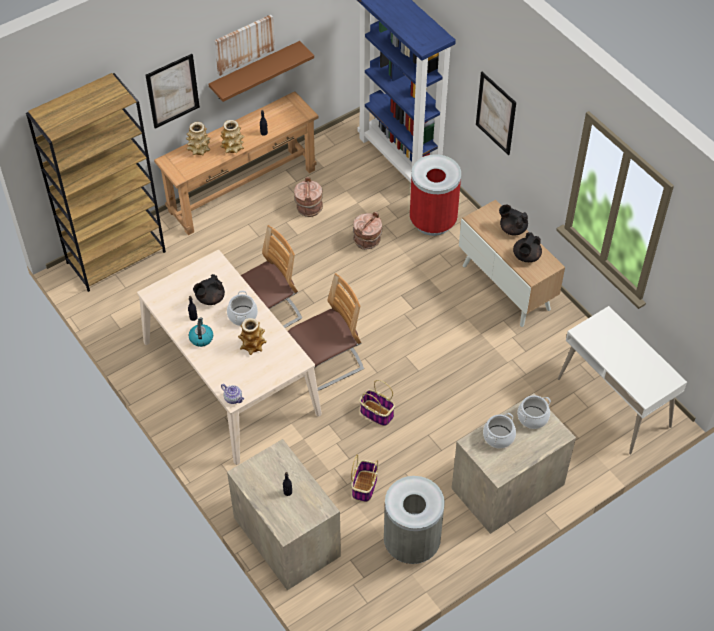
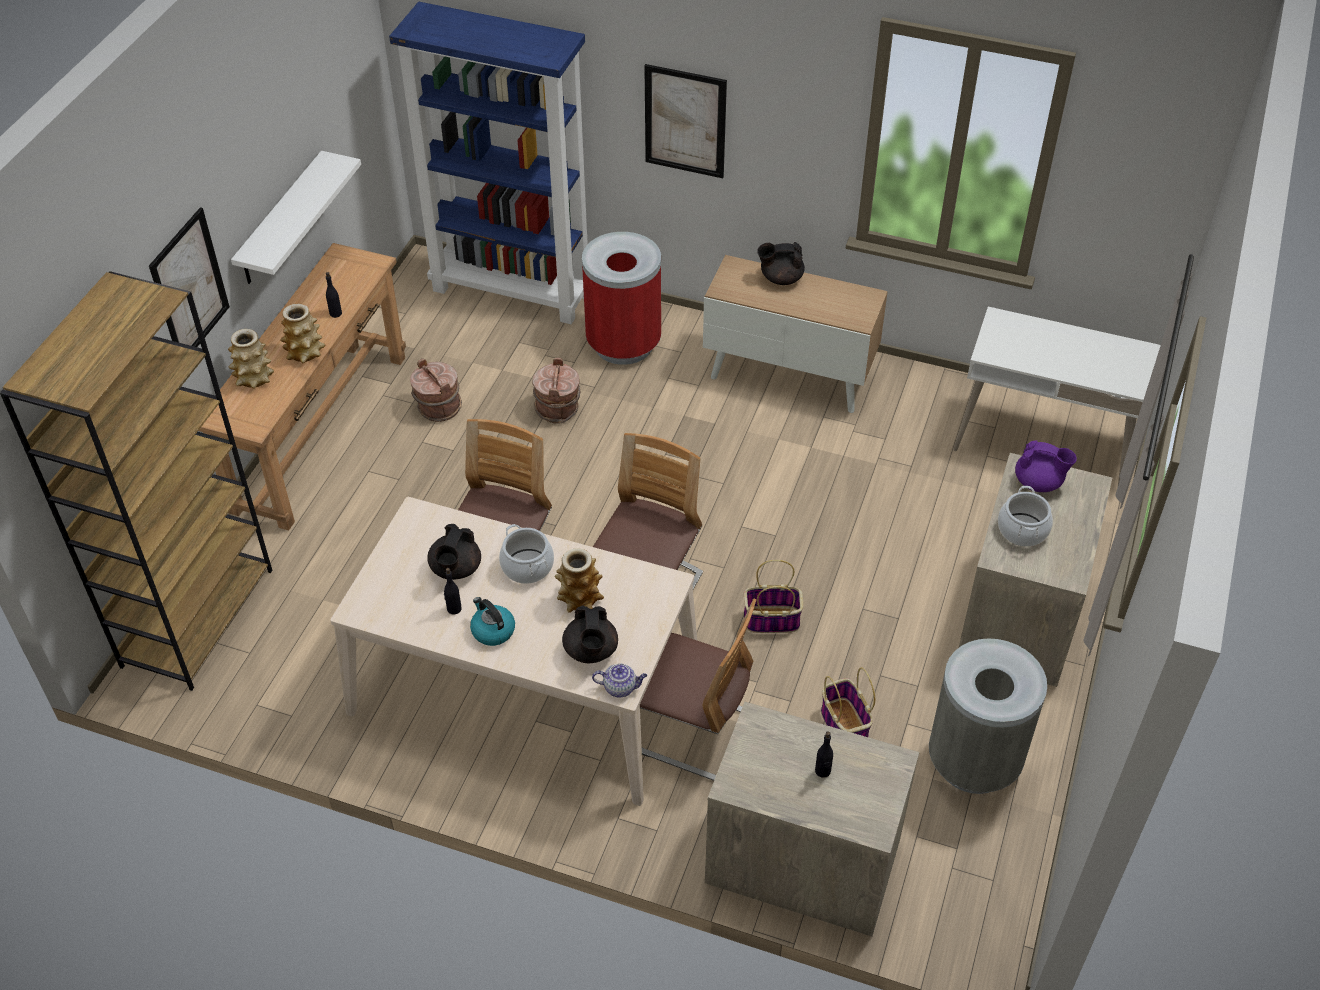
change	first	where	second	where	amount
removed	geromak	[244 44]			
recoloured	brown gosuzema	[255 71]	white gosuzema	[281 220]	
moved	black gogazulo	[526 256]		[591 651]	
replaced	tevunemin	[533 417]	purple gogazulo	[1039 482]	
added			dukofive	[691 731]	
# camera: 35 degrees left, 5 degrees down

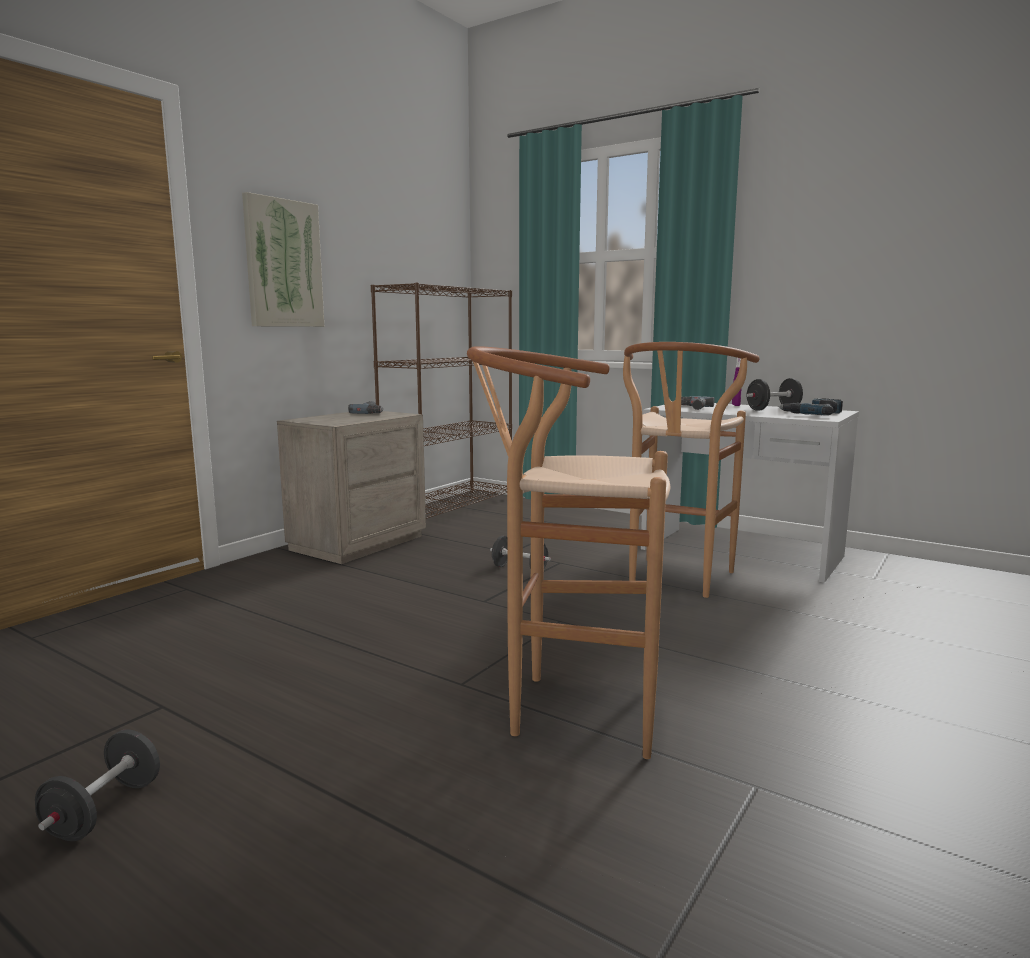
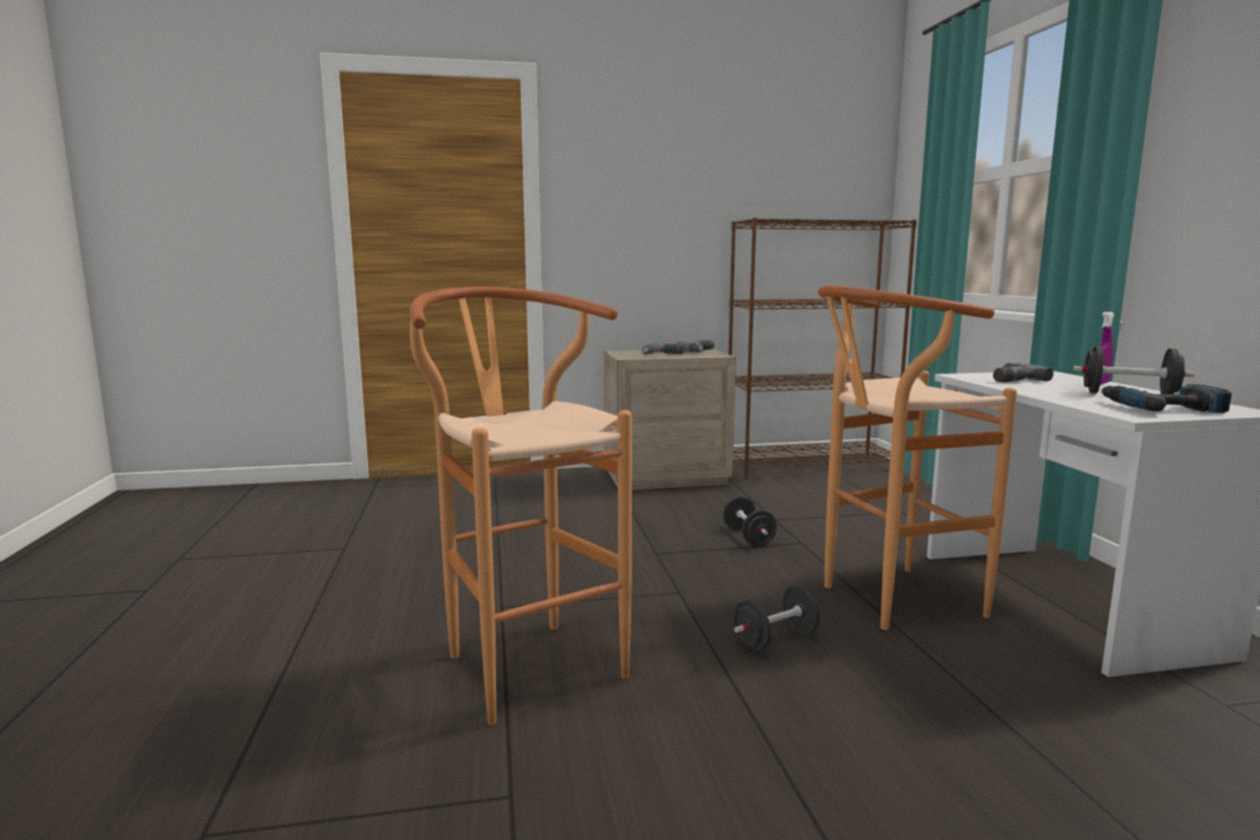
change	first	where	second	where	amount
removed	geromak	[283 264]			
moved	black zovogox	[104 810]		[775 639]	
added			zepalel	[663 354]	
# camera: 45 degrees right, 0 degrees up

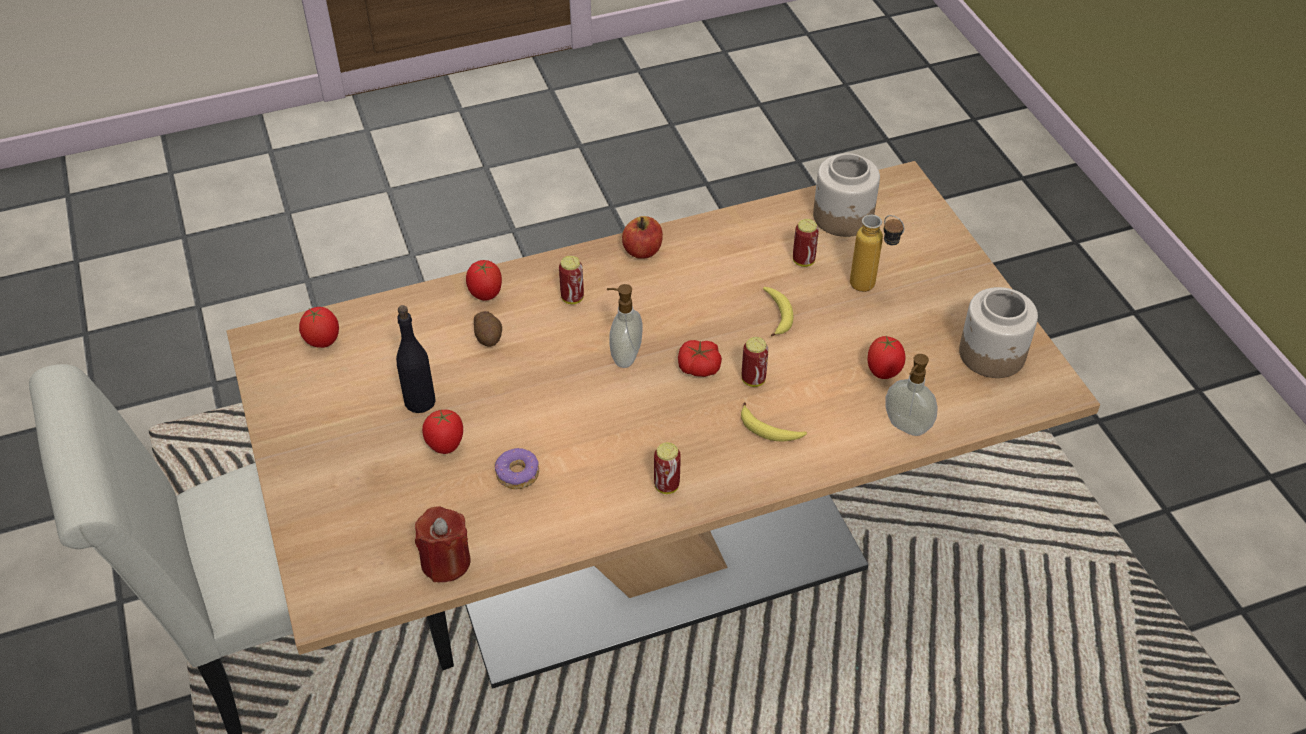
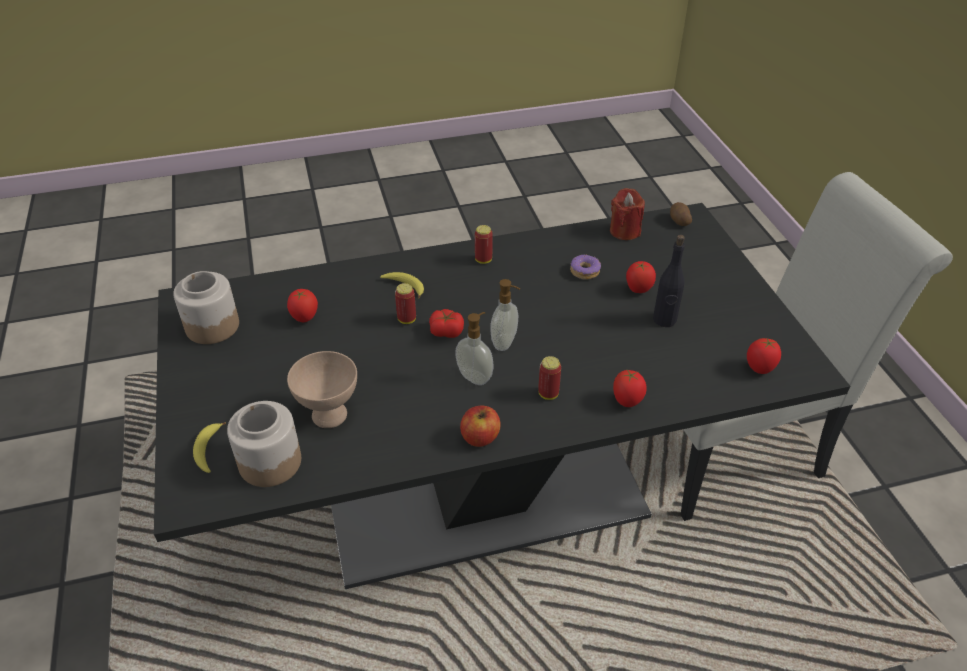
change	first	where	second	where	amount
recoloured	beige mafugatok	[653 553]	black mafugatok	[483 493]	
removed	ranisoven	[871 288]			
replaced	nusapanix	[803 261]	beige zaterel	[329 416]	
moved	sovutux	[777 315]		[208 451]	
moved	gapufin	[489 337]		[679 221]	
moved	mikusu	[906 427]		[475 376]	
# camera: 175 degrees left, 5 degrees down

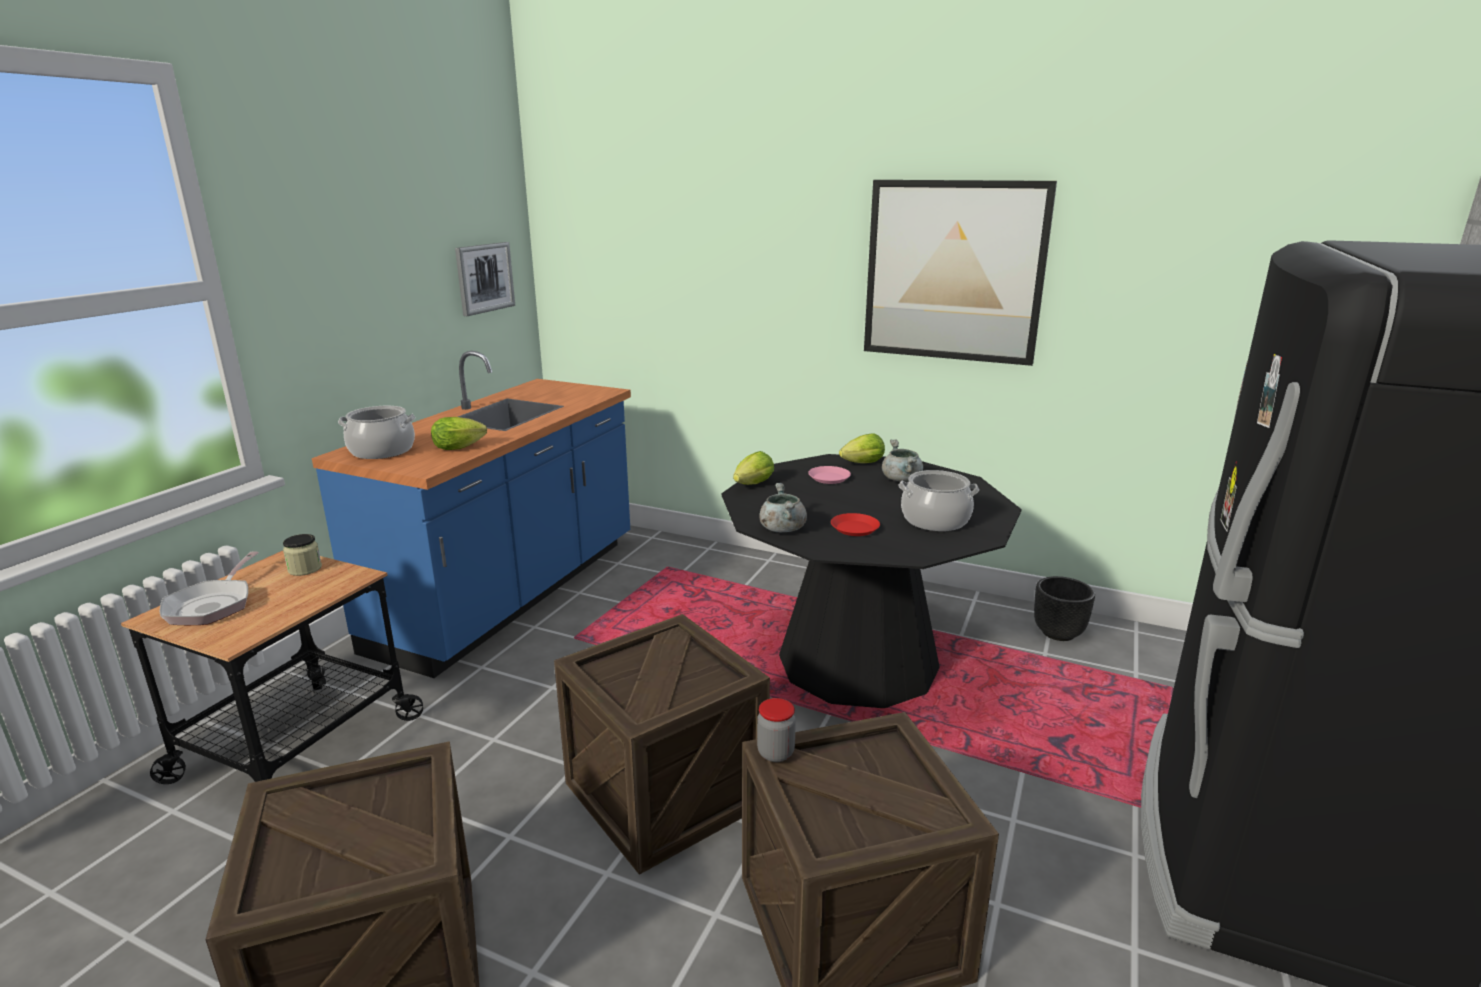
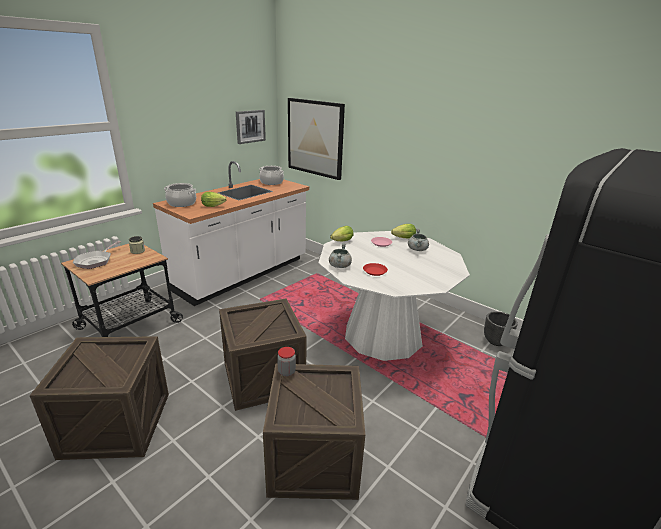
change	first	where	second	where	amount
moved	geromak	[954 271]		[315 138]	
recoloured	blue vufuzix	[512 595]	white vufuzix	[243 274]	
recoloured	black mafugatok	[858 662]	white mafugatok	[383 335]	
moved	tevunemin	[935 520]		[271 182]	
# camera: 15 degrees right, 5 degrees up

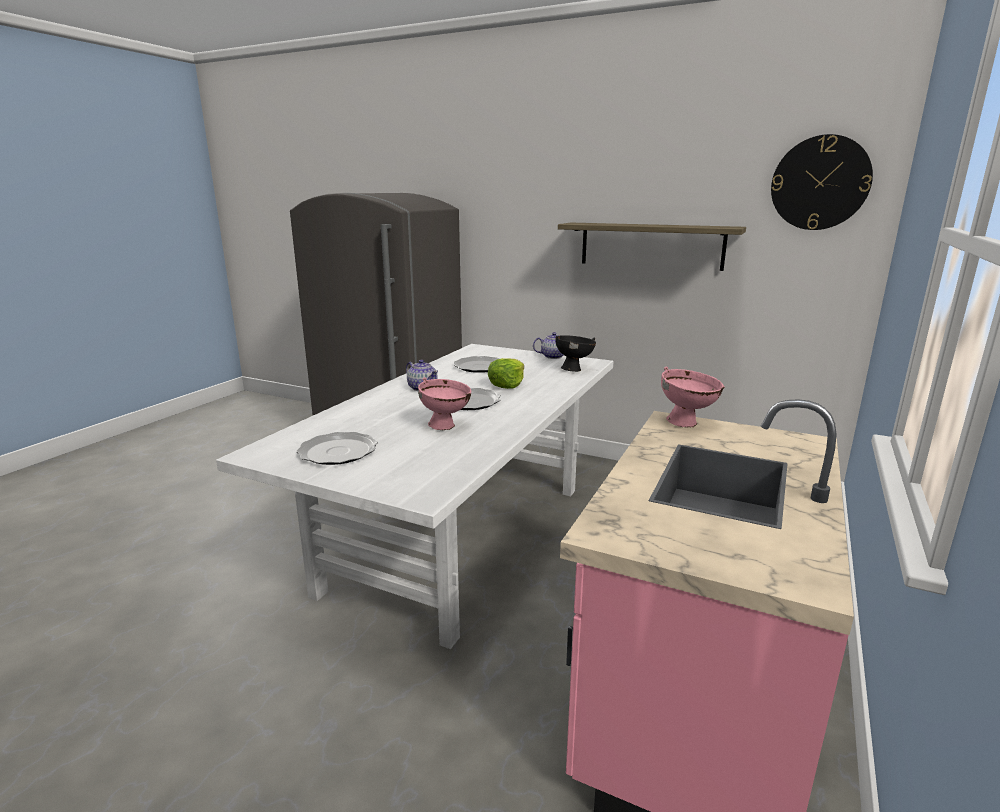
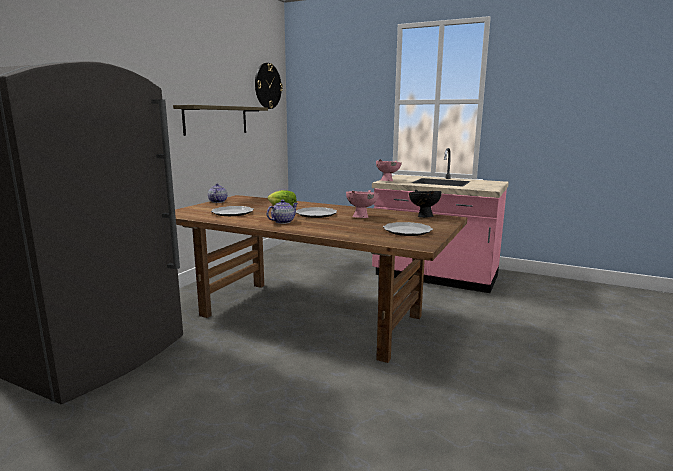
change	first	where	second	where	amount
moved	black zaterel	[575 369]		[423 216]	
recoloured	white mafugatok	[462 535]	brown mafugatok	[308 316]	
# camera: 90 degrees left, 5 degrees down

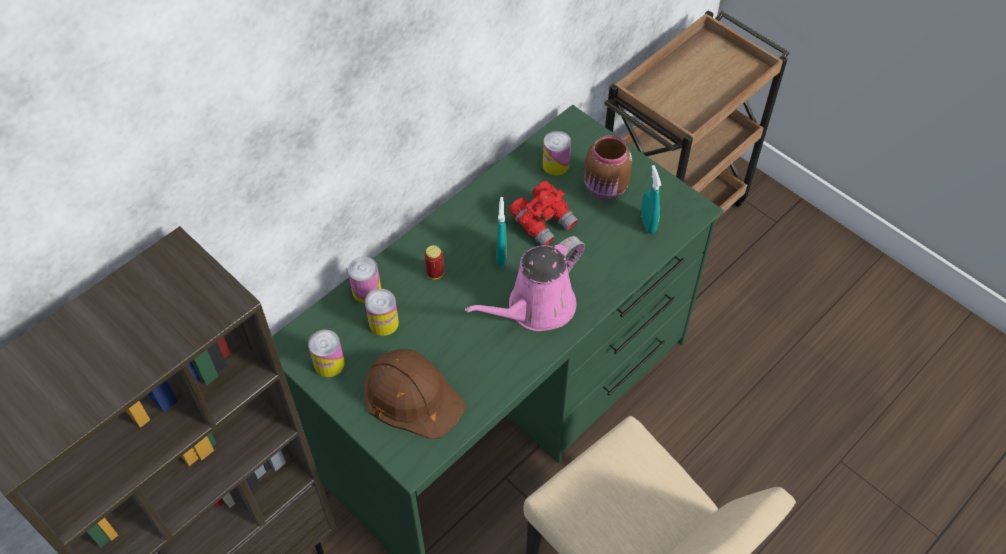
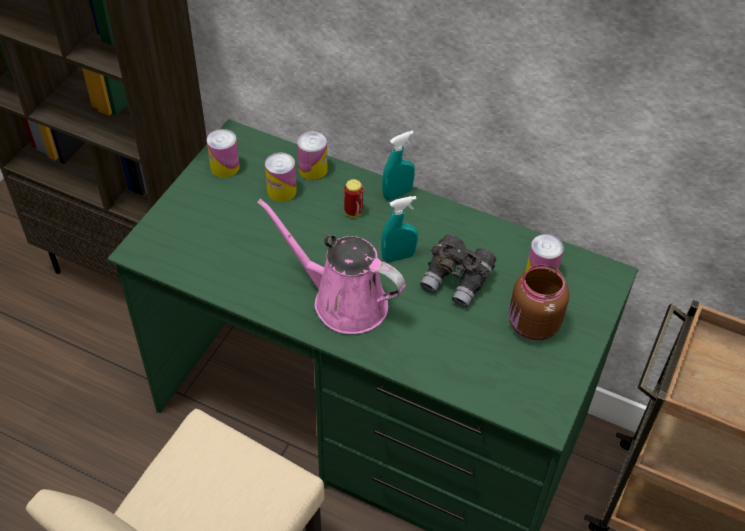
change	first	where	second	where	amount
moved	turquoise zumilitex	[648 223]		[397 194]	
recoloured	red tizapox	[543 222]	grey tizapox	[457 281]	
removed	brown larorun	[412 395]			
# camera: 70 degrees right, 5 degrees down

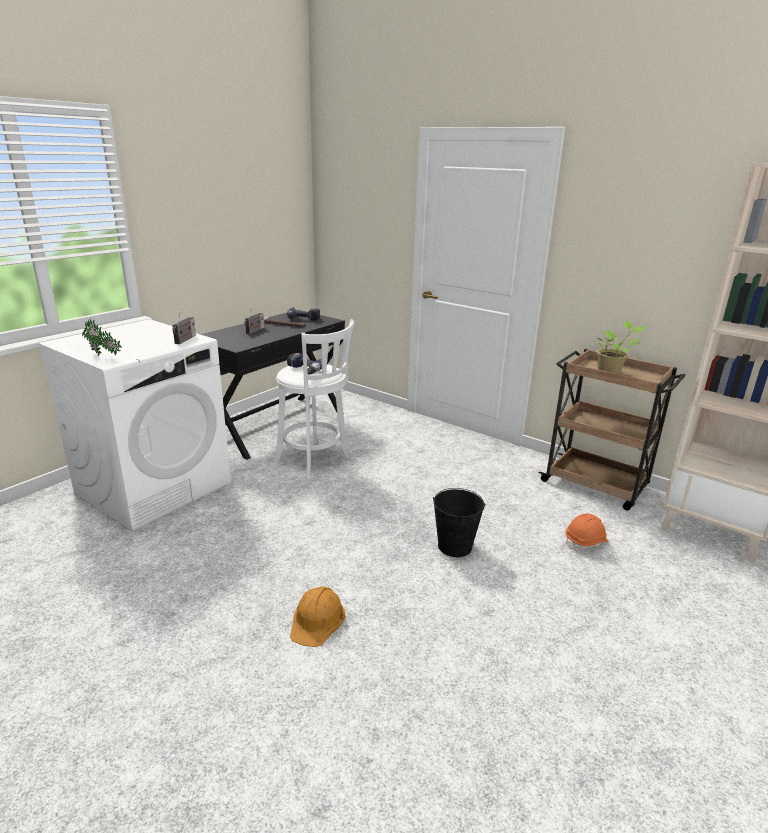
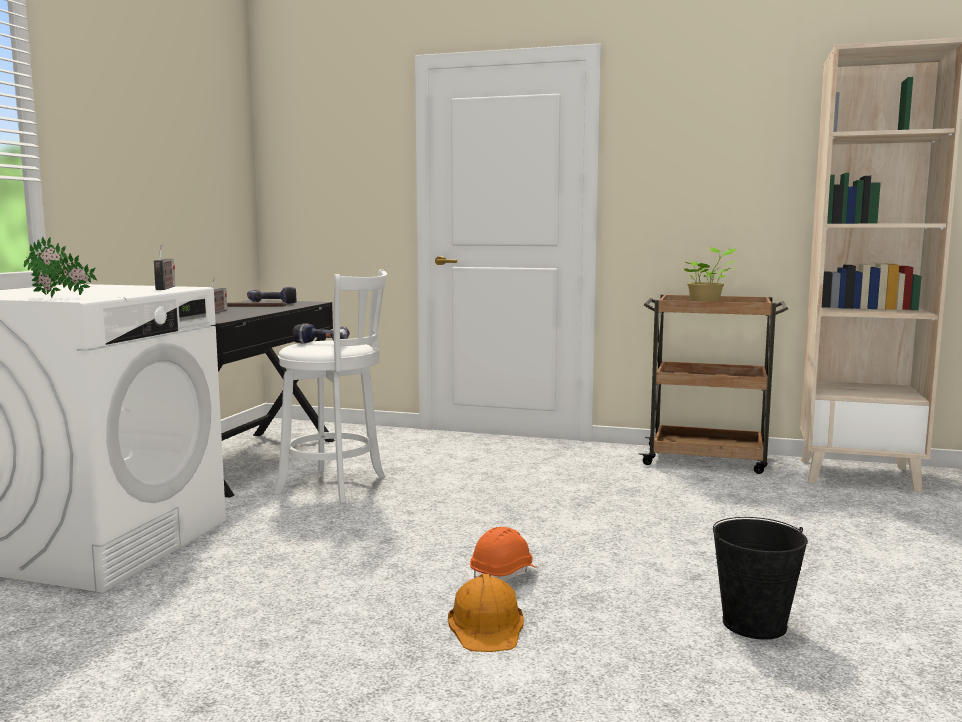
change	first	where	second	where	amount
moved	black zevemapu	[455 546]		[754 624]	
moved	orange larorun	[586 542]		[504 576]	
# camera: 20 degrees left, 15 degrees down

